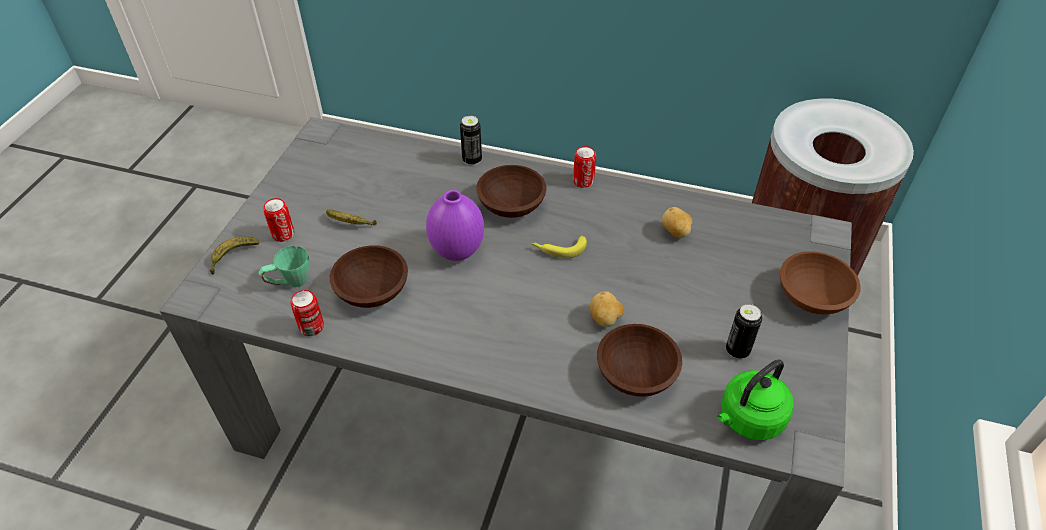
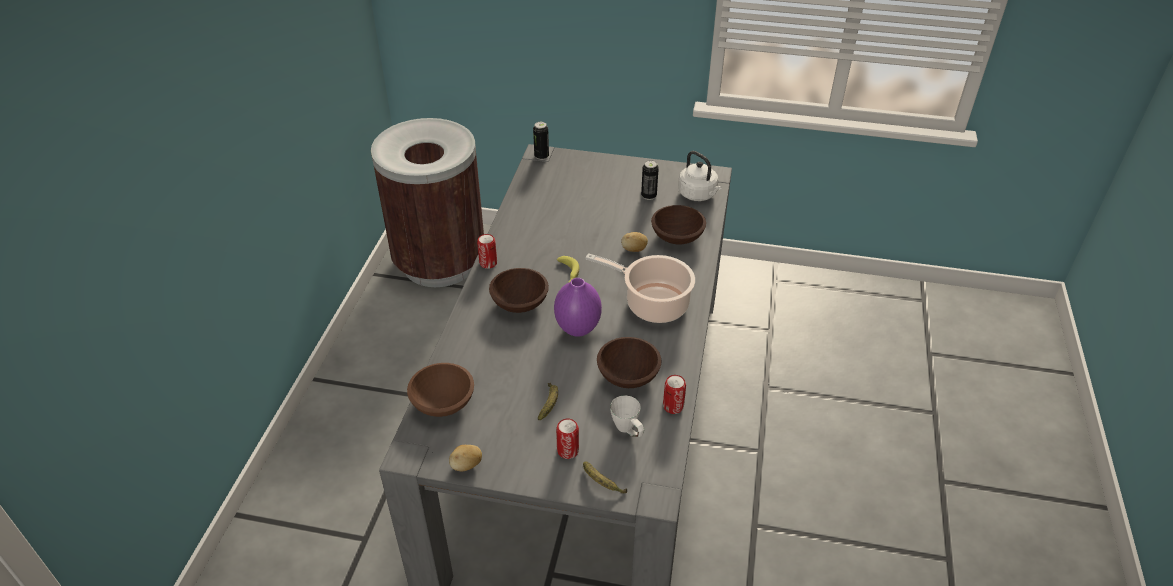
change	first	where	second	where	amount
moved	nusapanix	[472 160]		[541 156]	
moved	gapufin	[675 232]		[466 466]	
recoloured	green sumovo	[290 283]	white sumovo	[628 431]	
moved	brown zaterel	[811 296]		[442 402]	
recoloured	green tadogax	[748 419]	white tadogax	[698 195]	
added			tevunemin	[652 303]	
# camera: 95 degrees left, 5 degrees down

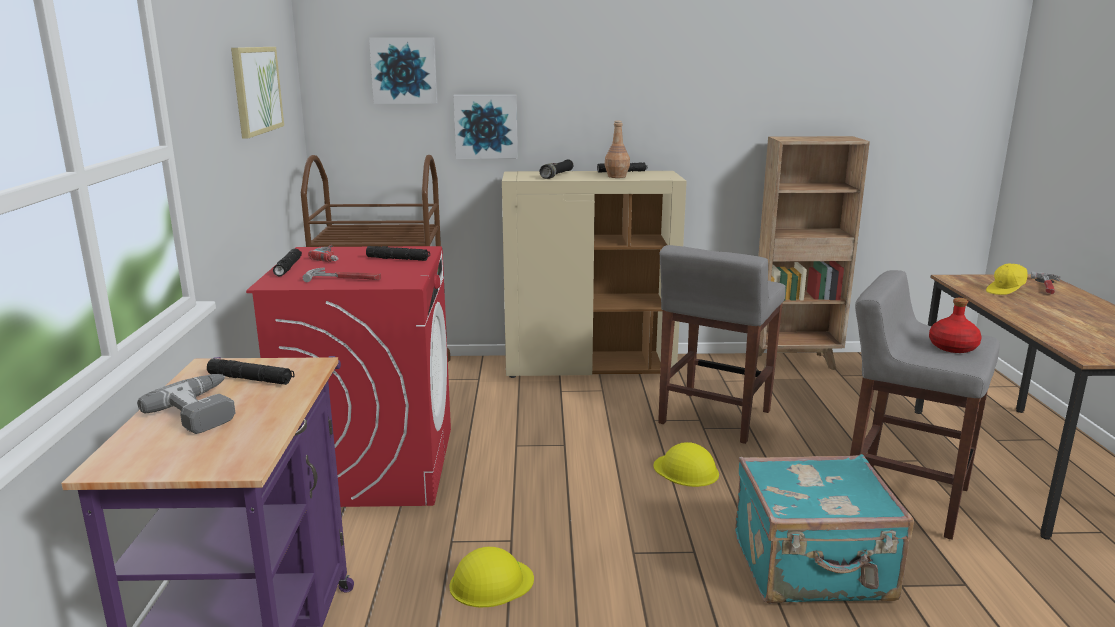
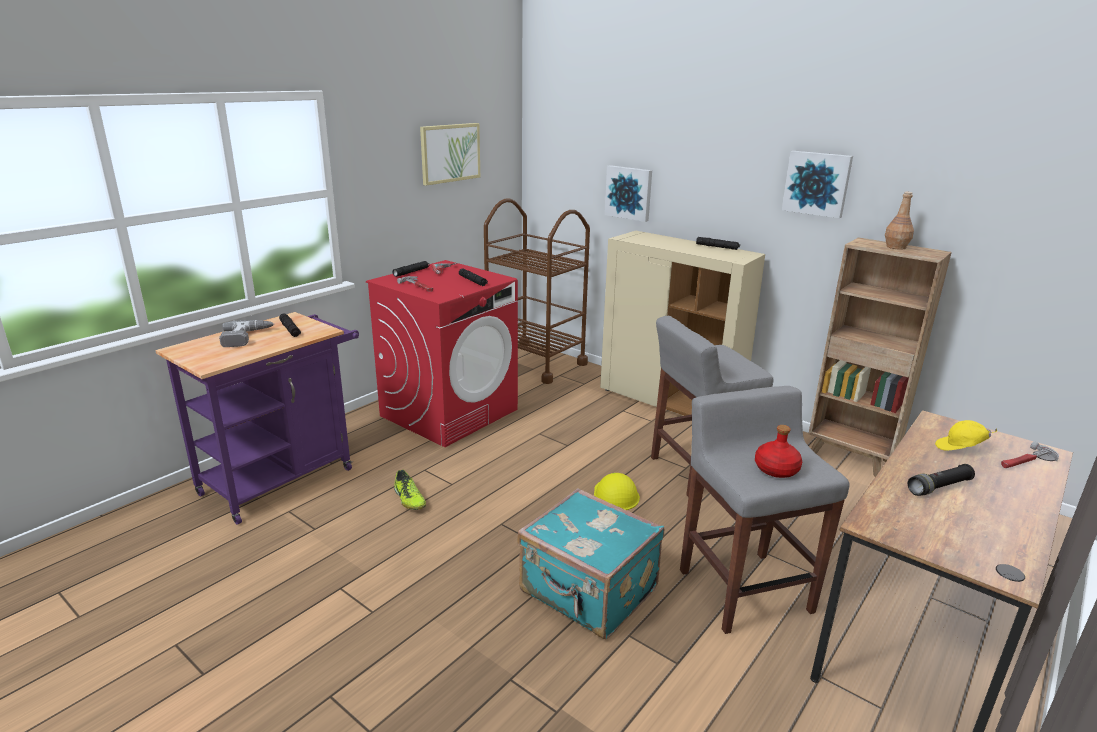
change	first	where	second	where	amount
moved	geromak	[404 70]		[817 183]	
moved	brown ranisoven	[617 176]		[896 247]	
moved	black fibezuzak	[557 175]		[939 487]	
replaced	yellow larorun	[491 582]	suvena	[409 499]	
# camera: 40 degrees right, 5 degrees up

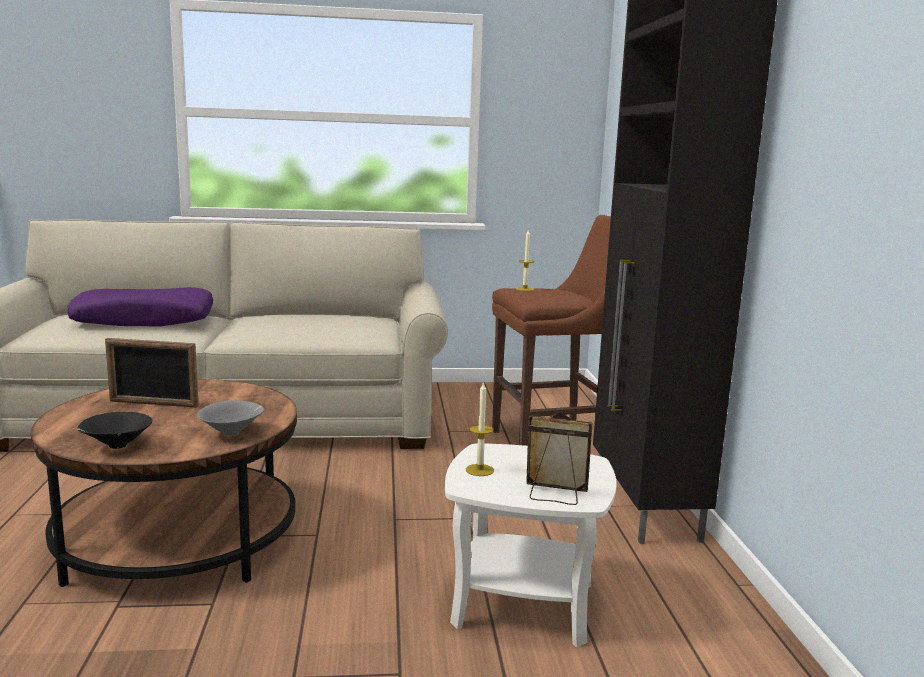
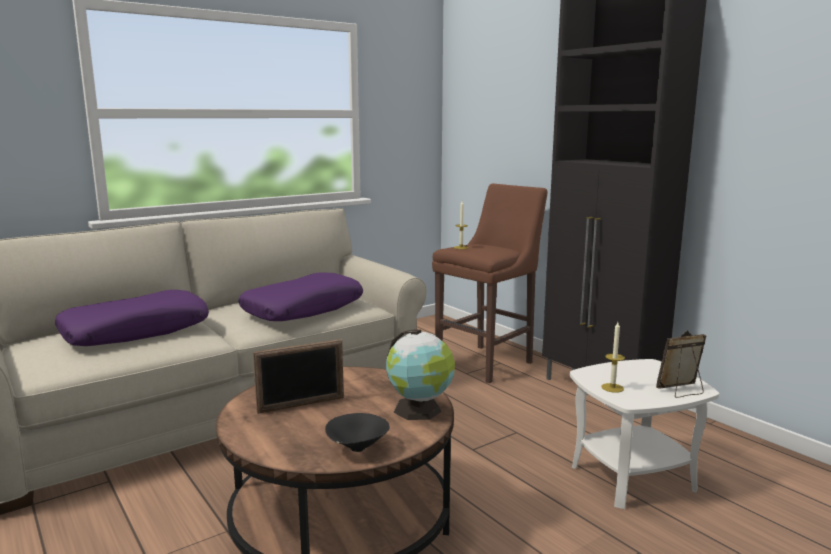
change	first	where	second	where	amount
replaced	grey zaterel	[233 433]	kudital	[420 410]	
added			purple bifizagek	[303 309]	
# camera: 30 degrees left, 0 degrees up

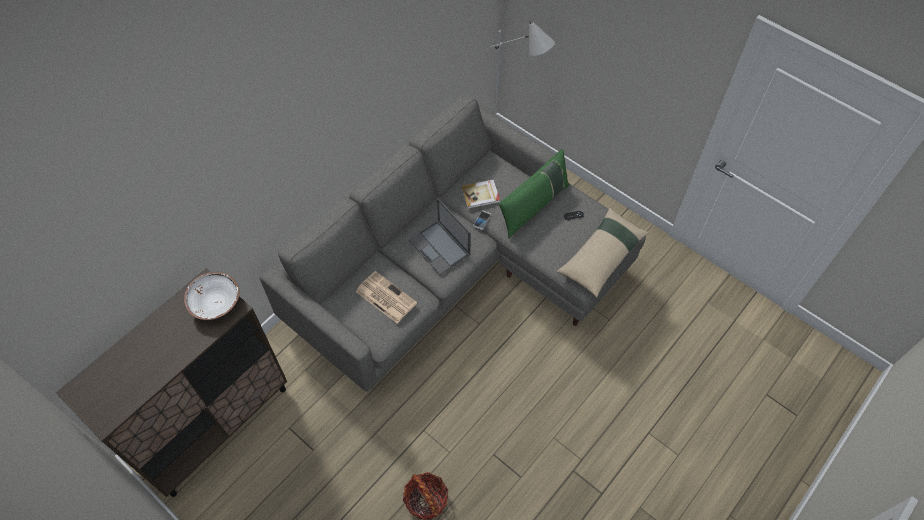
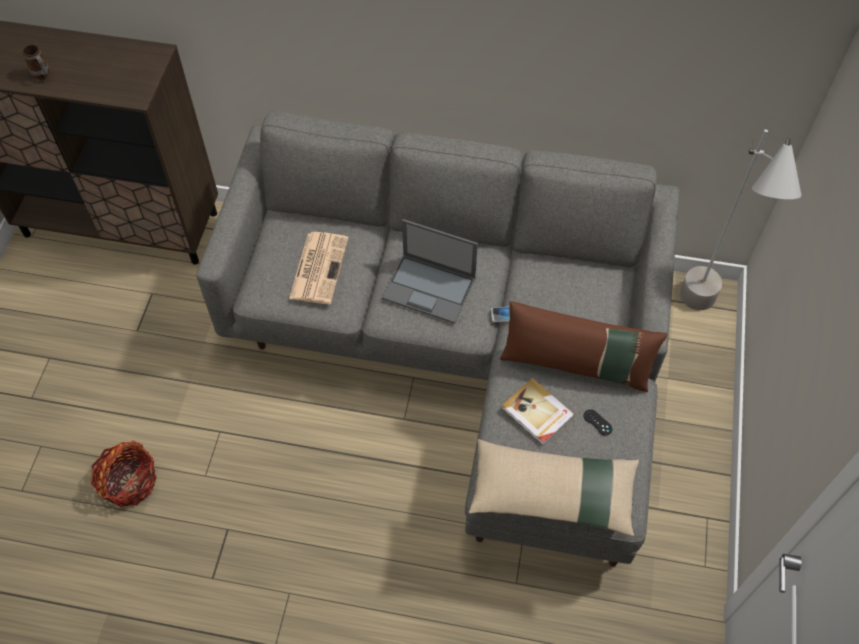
change	first	where	second	where	amount
recoloured	green bifizagek	[534 206]	brown bifizagek	[576 365]	
moved	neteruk	[480 195]		[537 413]	
turned	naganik	[440 248]		[430 288]	90 degrees counterclockwise
removed	white zaterel	[216 302]			
added			sumovo	[43 75]	
# camera: 60 degrees right, 0 degrees up

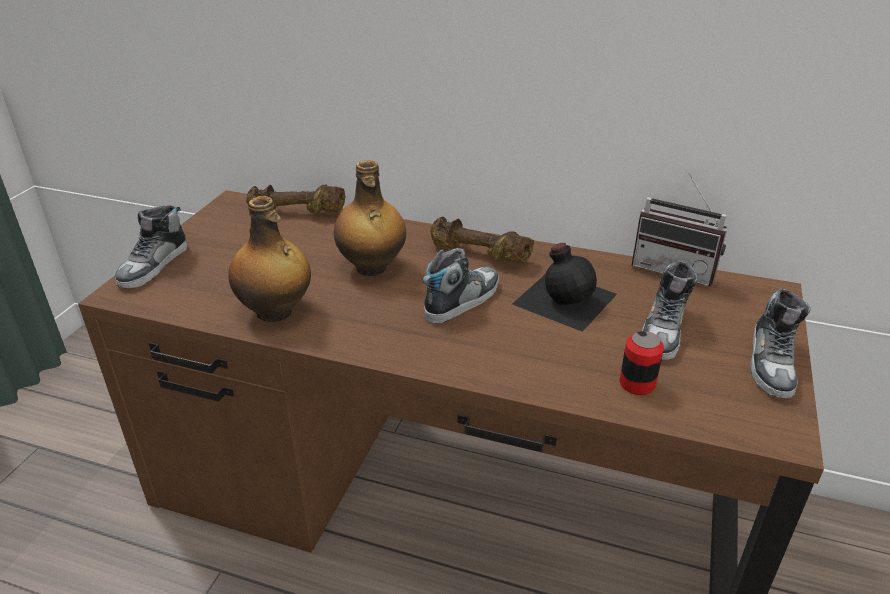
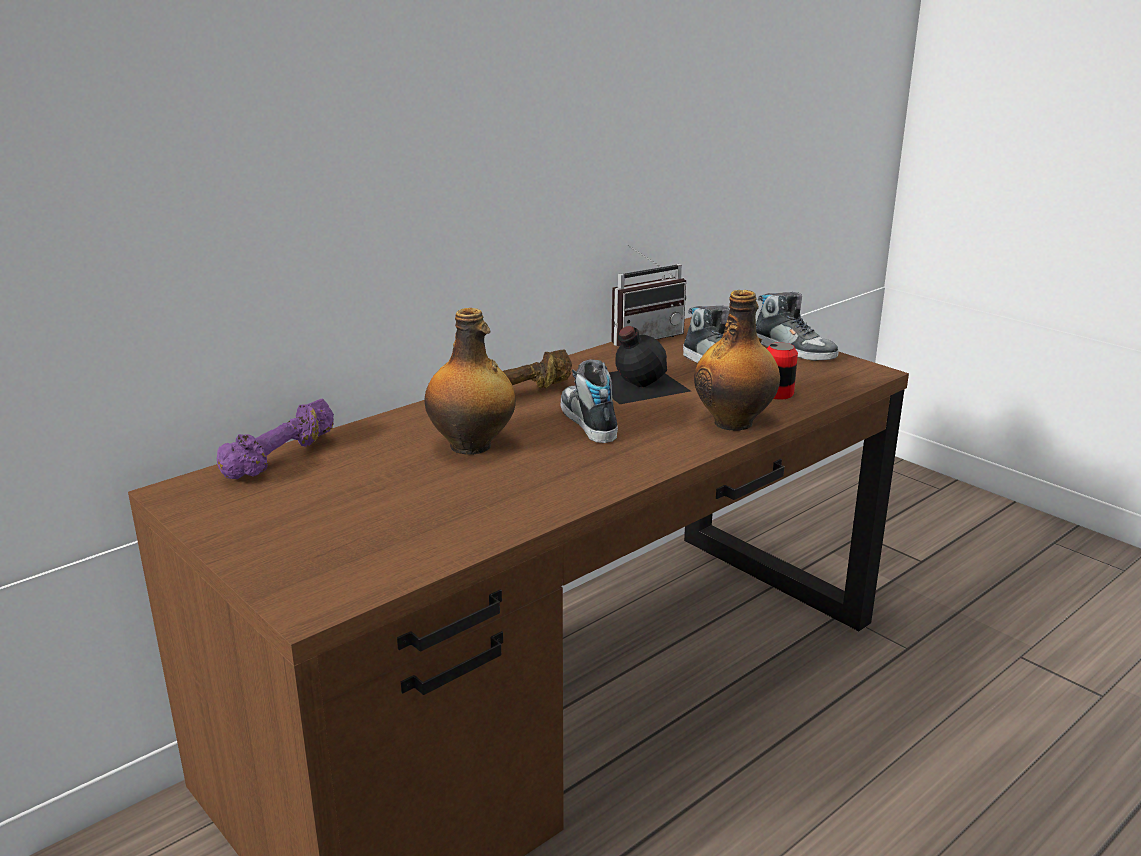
change	first	where	second	where	amount
recoloured	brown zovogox	[296 213]	purple zovogox	[281 459]	
moved	ranisoven	[275 312]		[734 422]	
removed	suvena	[154 266]			
# camera: 60 degrees left, 10 degrees down

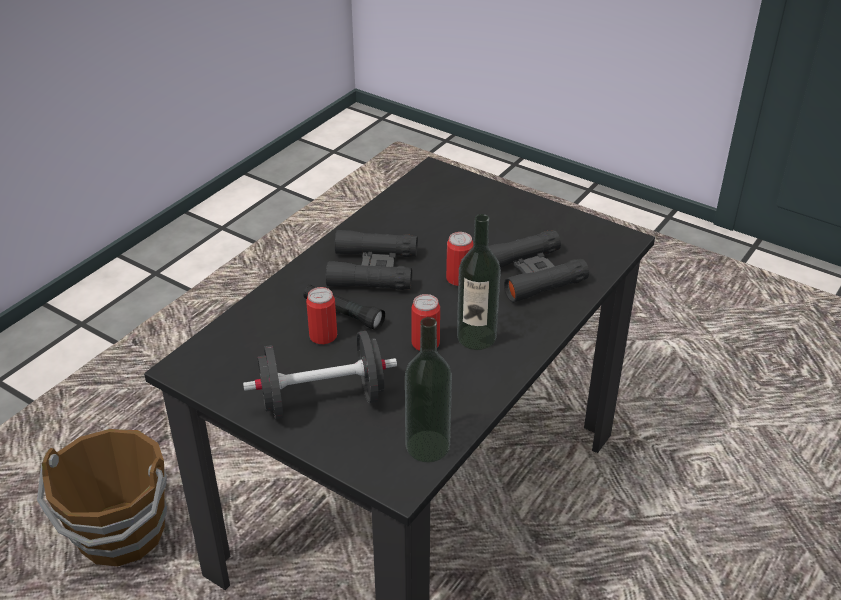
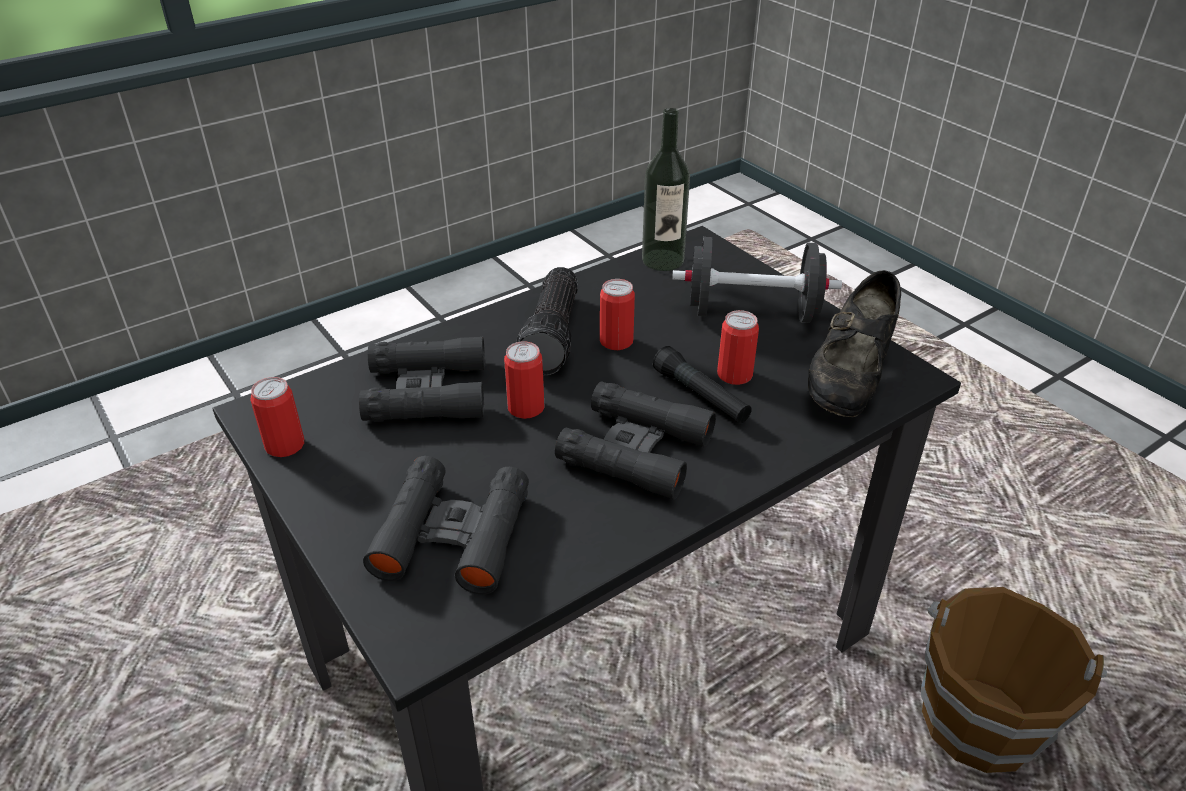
change	first	where	second	where	amount
replaced	ranisoven	[476 337]	fibezuzak	[555 335]	
added			black suvena	[848 380]	
added			nusapanix	[285 445]	
added			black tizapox	[453 535]	
# camera: 160 degrees left, 0 degrees up

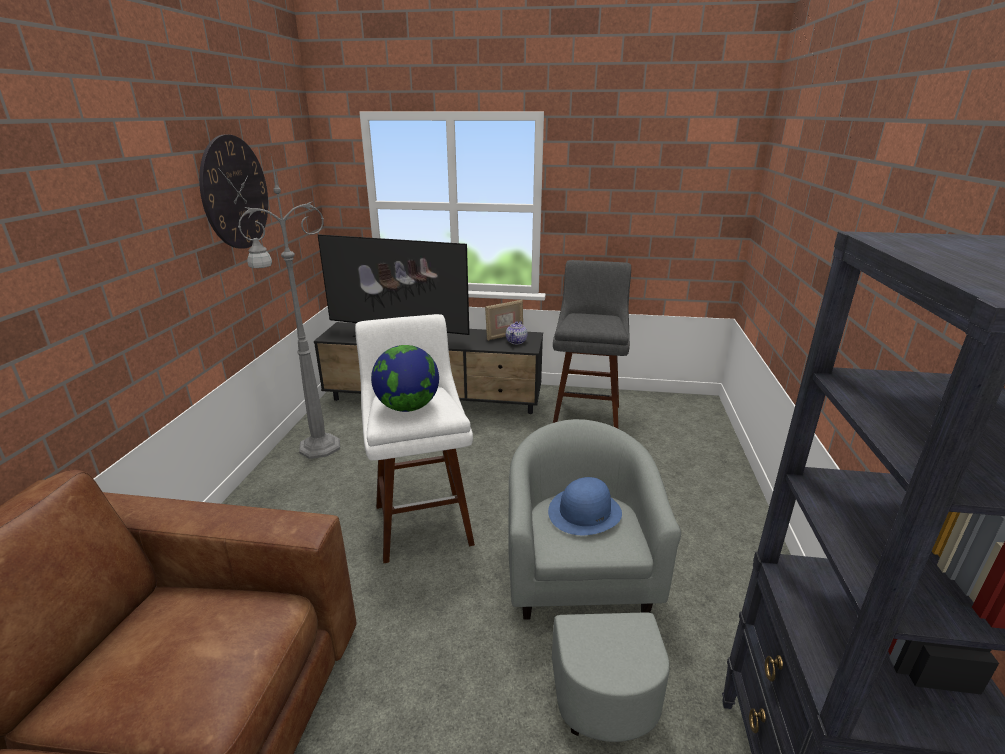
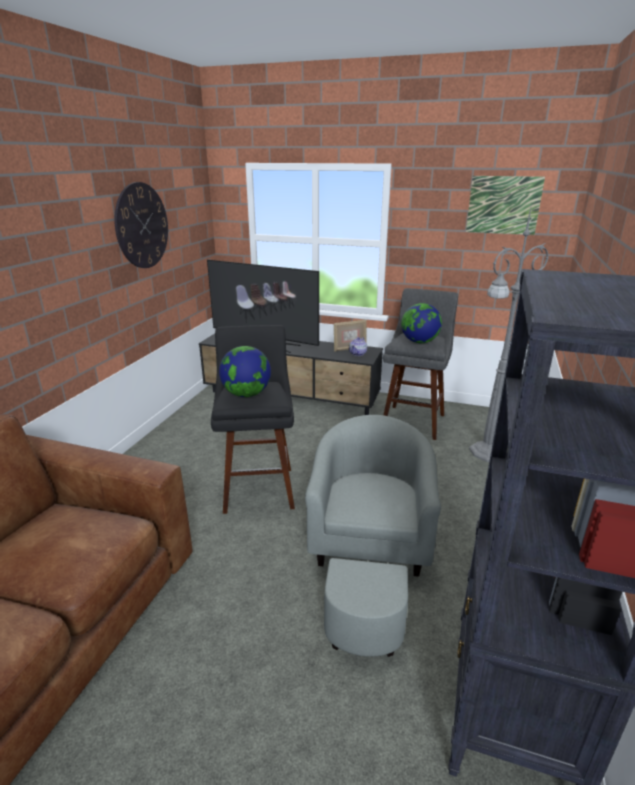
change	first	where	second	where	amount
moved	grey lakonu	[317 447]		[486 452]	
recoloured	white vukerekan	[422 520]	black vukerekan	[259 486]	
removed	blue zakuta	[585 512]			
added			geromak	[503 205]	
added			kudital	[419 342]	
# camera: 10 degrees right, 0 degrees up

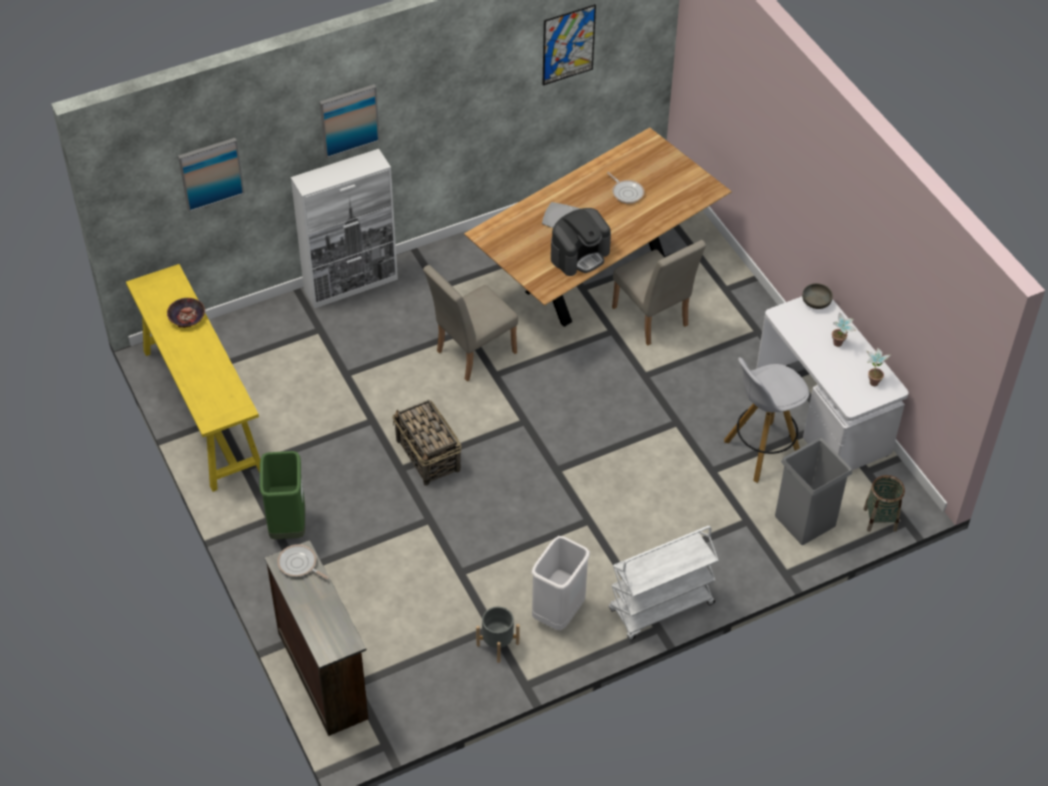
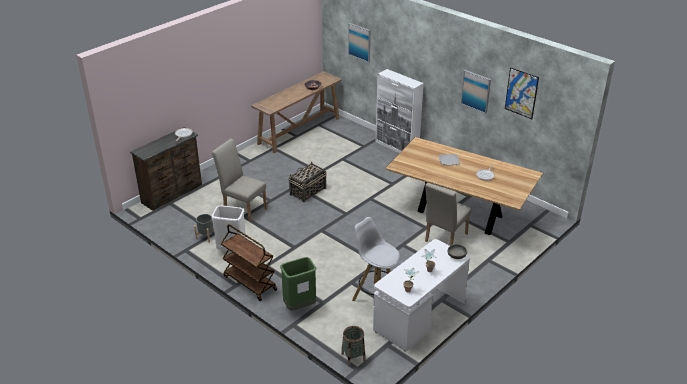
change	first	where	second	where	amount
moved	geromak	[349 120]		[476 91]	
removed	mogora	[579 255]			
recoloured	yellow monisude	[202 409]	brown monisude	[299 130]	
moved	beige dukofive	[471 354]		[242 208]	
removed	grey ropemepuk	[804 520]			
moved	green ropemepuk	[287 526]		[300 306]	
recoloured	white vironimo	[661 608]	brown vironimo	[249 283]	
# camera: 70 degrees right, 15 degrees down

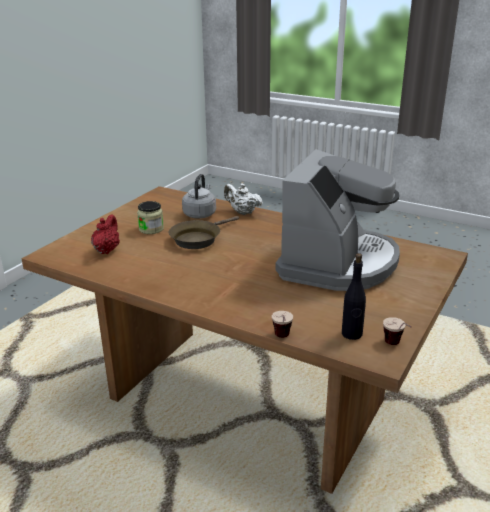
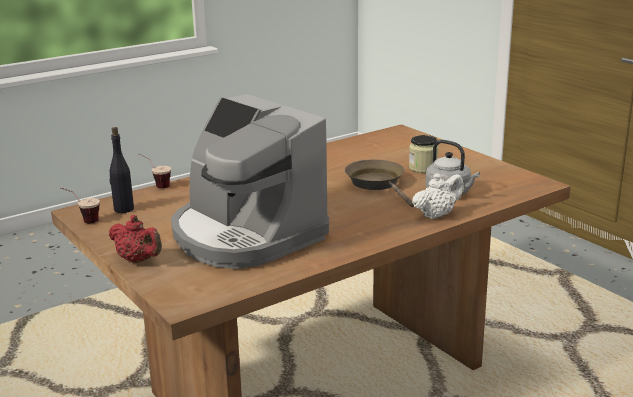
change	first	where	second	where	amount
moved	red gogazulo	[107 250]		[138 260]	
# camera: 115 degrees right, 5 degrees down

